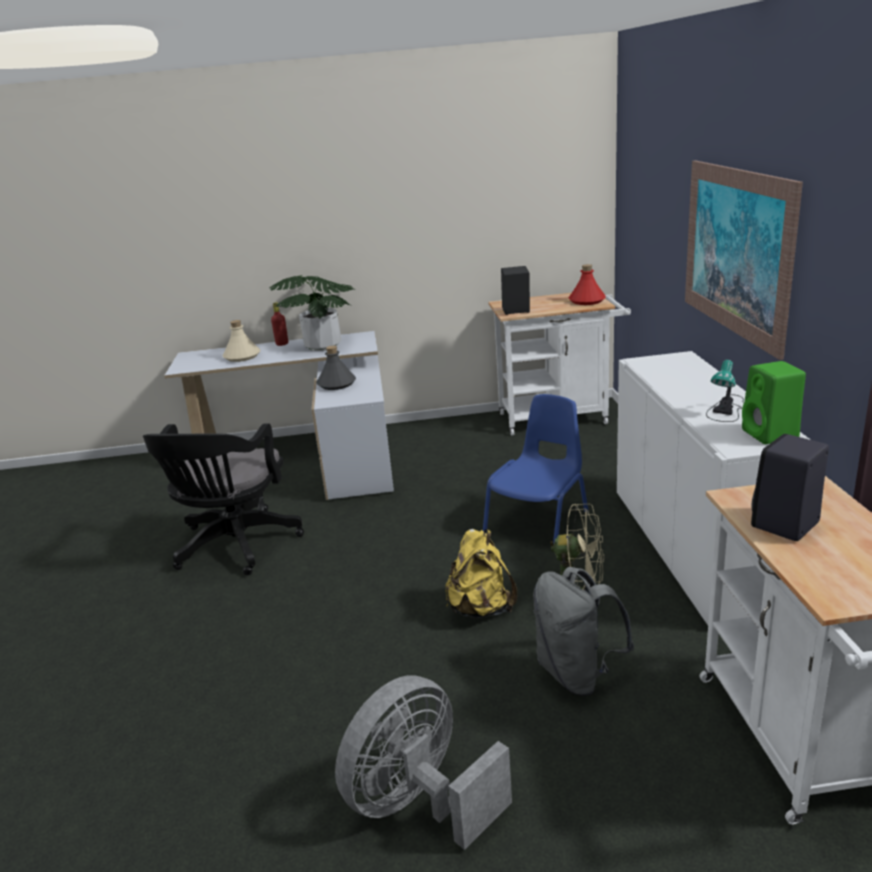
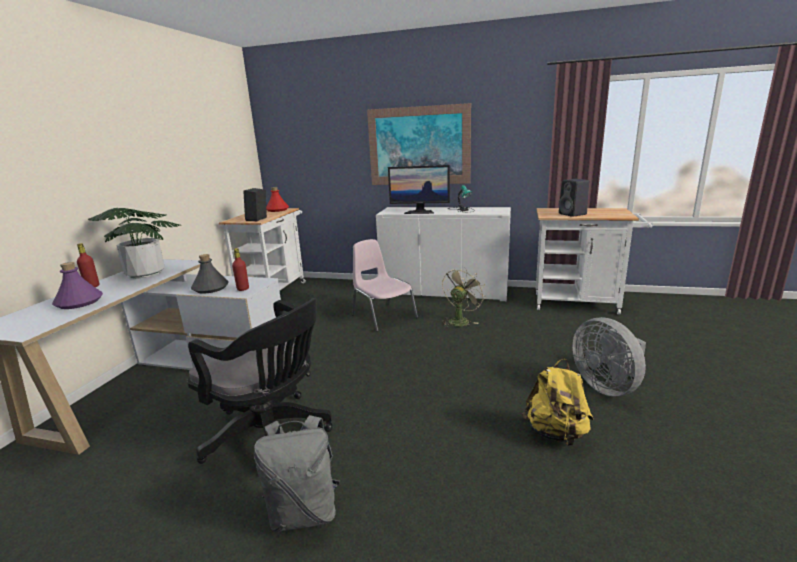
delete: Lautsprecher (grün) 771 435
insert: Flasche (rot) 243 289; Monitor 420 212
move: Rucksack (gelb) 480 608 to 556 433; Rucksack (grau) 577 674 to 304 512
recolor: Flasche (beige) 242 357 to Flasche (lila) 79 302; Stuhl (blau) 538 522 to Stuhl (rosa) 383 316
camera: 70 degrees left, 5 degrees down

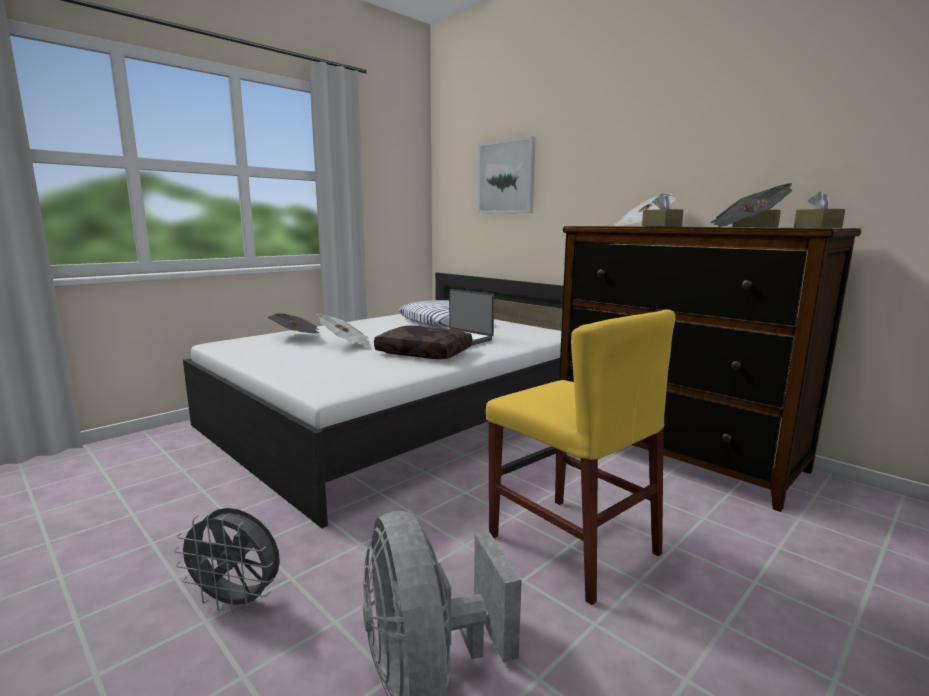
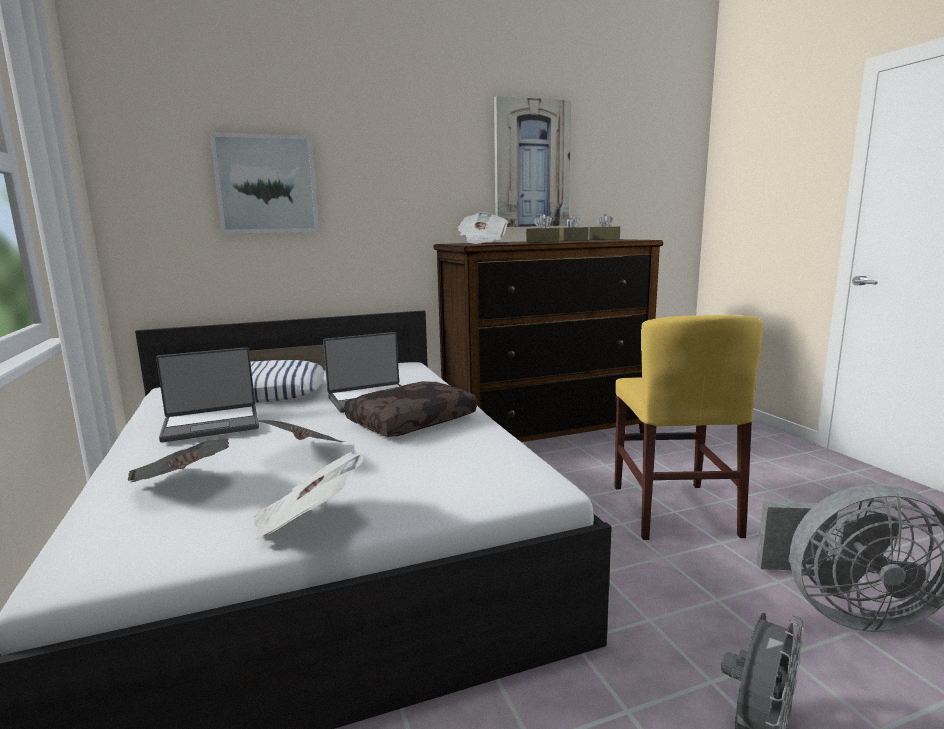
insert: Laptop 211 424; Bild 531 164
move: Zeitung 747 227 to 307 522
rotate: Stuhl (gelb) 572 544 = 673 510 105 degrees clockwise
camera: 65 degrees left, 0 degrees up

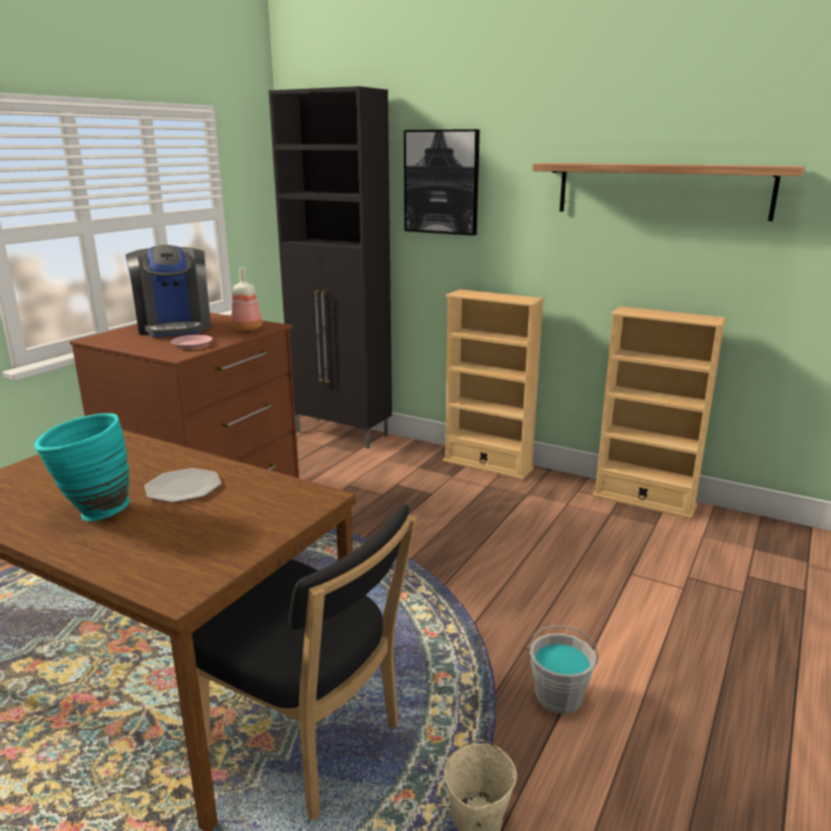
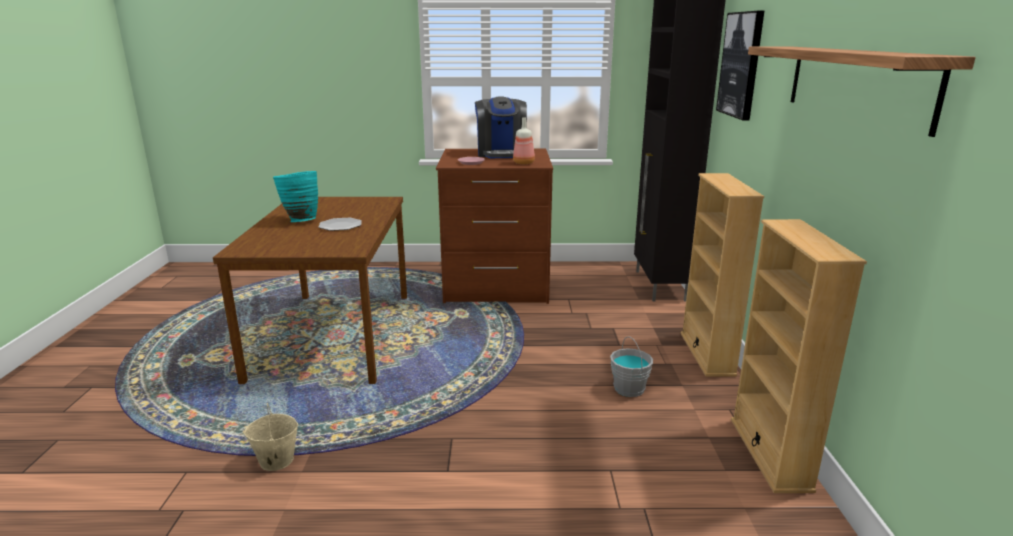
delete: Stuhl (schwarz) 309 743
move: Eimer (grau) 559 696 to 629 388
rotate: Kaffeemaschine 175 327 = 501 153 45 degrees counterclockwise
camera: 60 degrees right, 0 degrees up

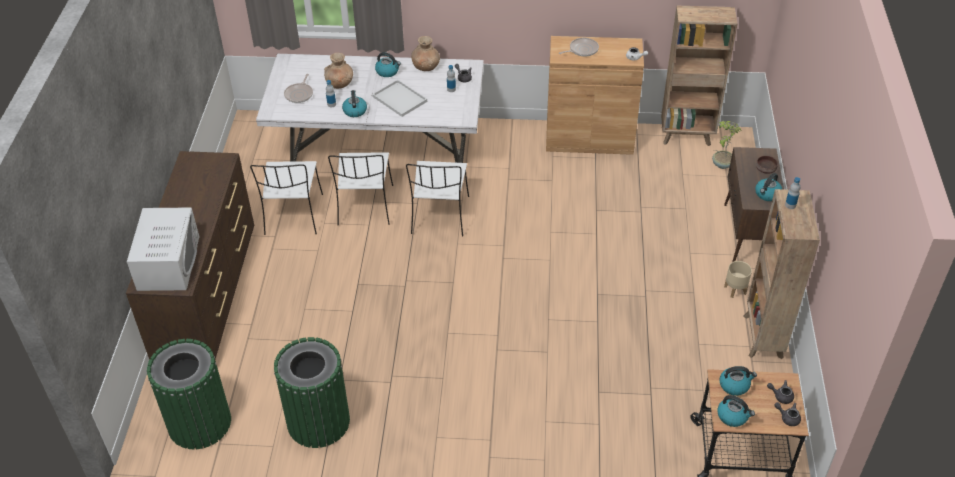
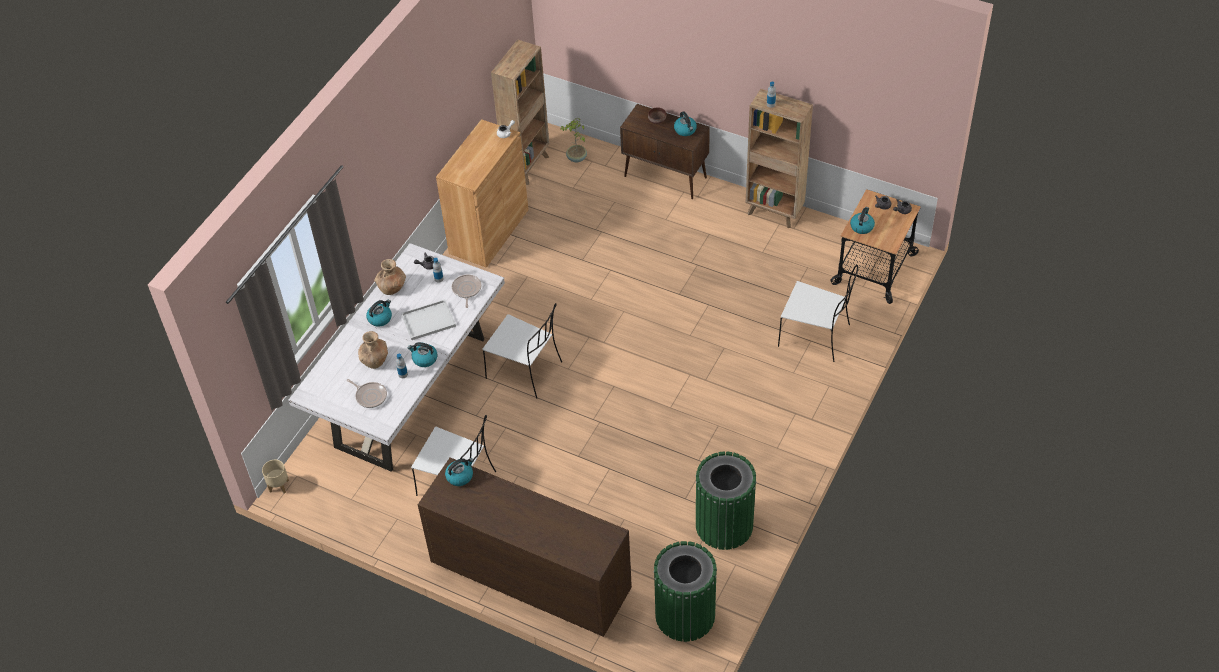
delete: Mikrowelle (weiß) 168 262
move: Stuhl (weiß) 365 206 to 816 336; Pfanne 582 50 to 466 290; Wasserkessel 733 416 to 460 476; Pflanzkübel (beige) 735 290 to 279 486
camera: 65 degrees left, 5 degrees up

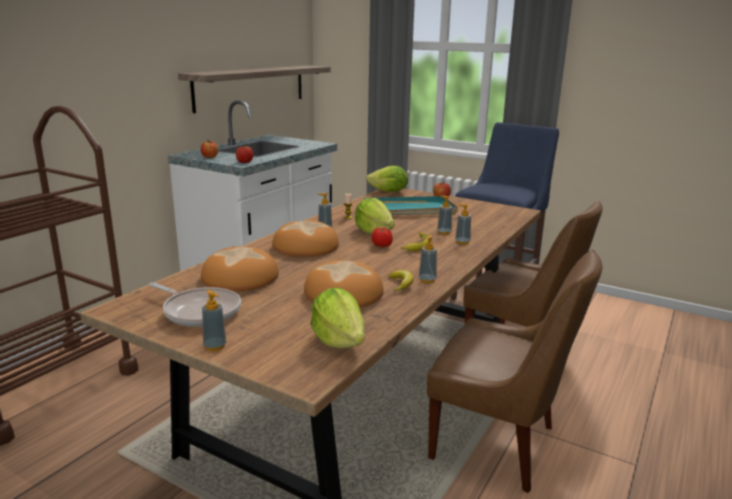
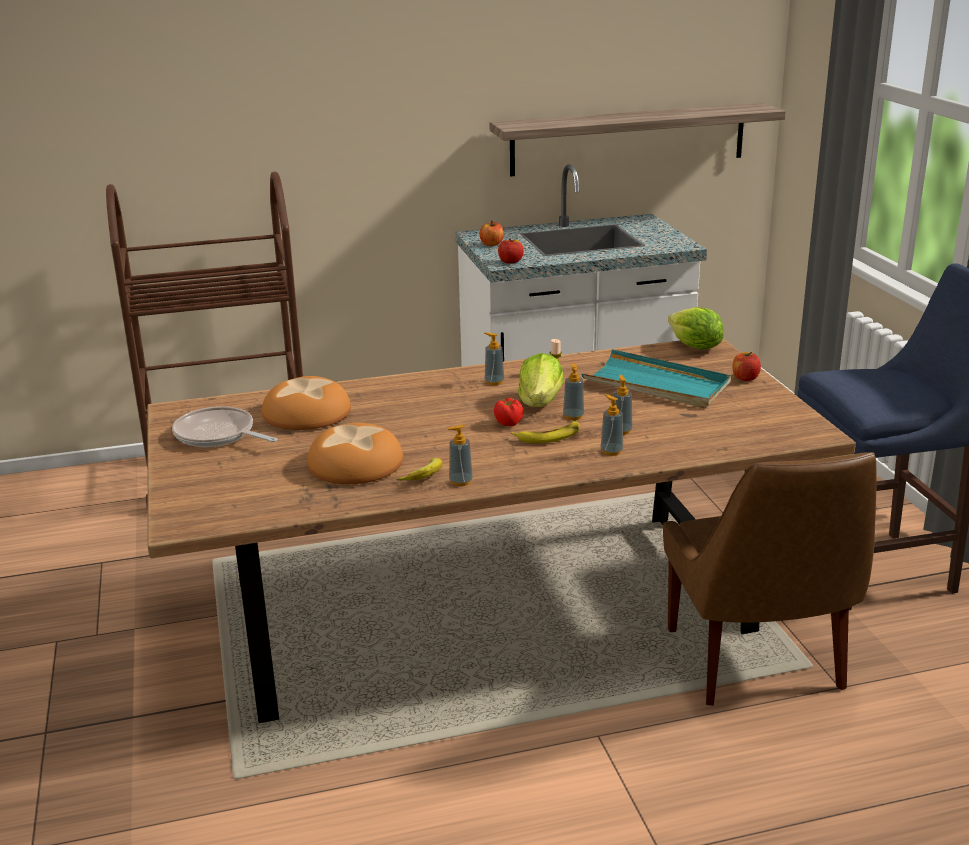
delete: Brot 306 246; Salatkopf 339 341; Stuhl (braun) 498 444
move: Seifenspender 215 346 to 573 416
rotate: Pfanne 199 311 = 218 435 135 degrees clockwise
camera: 45 degrees right, 5 degrees up

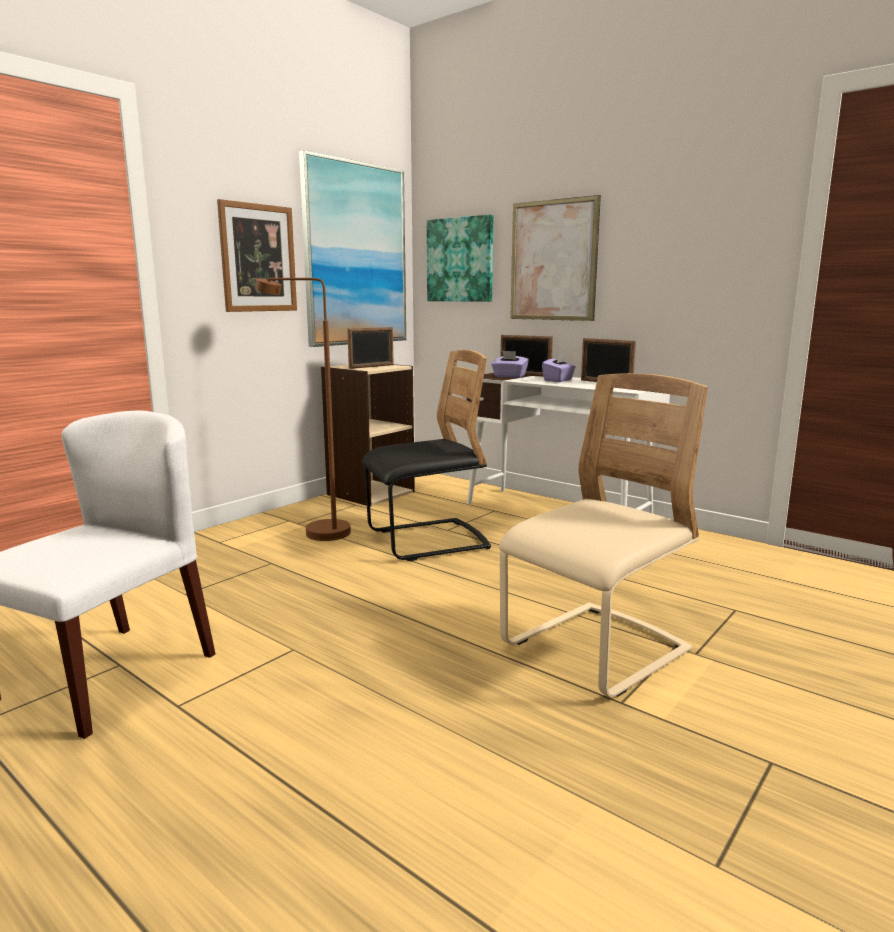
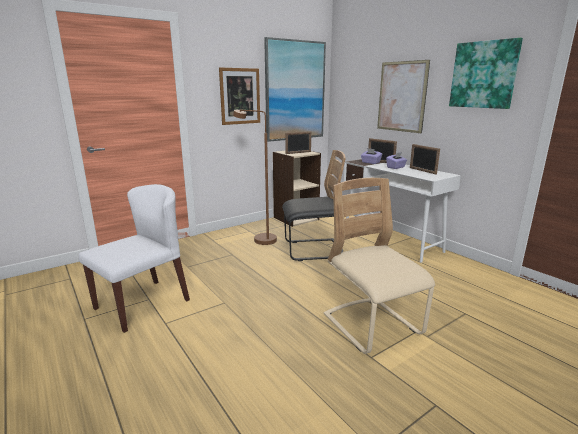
move: Bild 460 260 to 484 75
rotate: Stuhl (beige) 595 650 = 372 326 90 degrees counterclockwise
camera: 15 degrees right, 5 degrees up

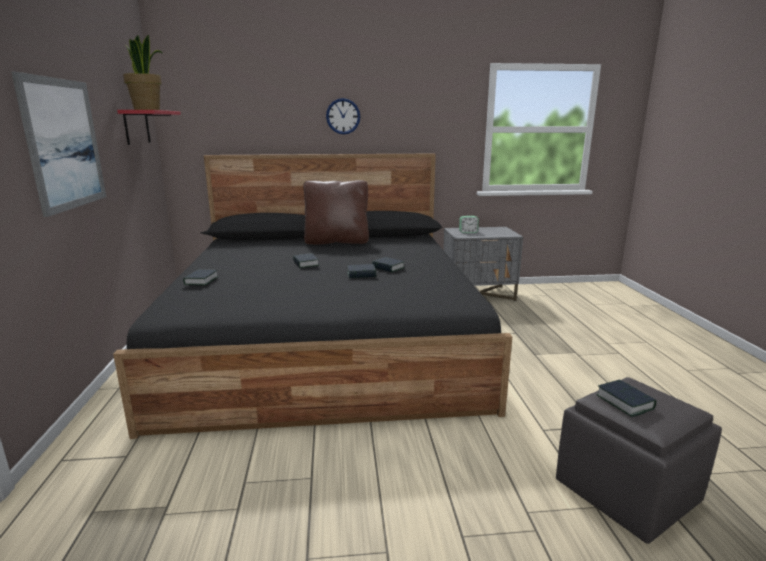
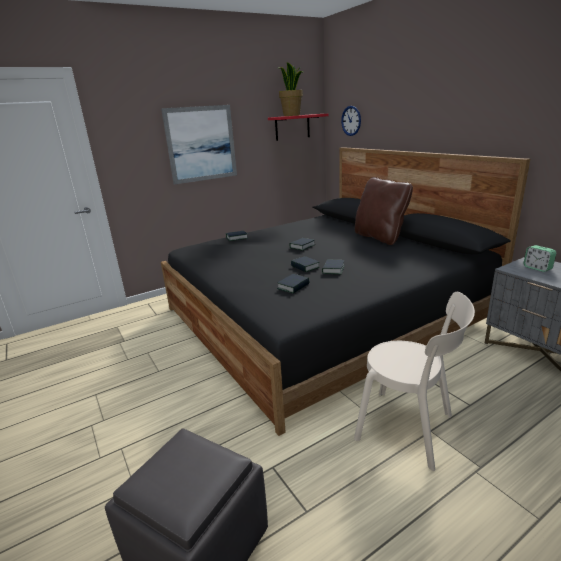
insert: Stuhl (beige) 409 429
move: Wanduhr 343 116 to 351 121; Buch 624 402 to 293 286
camera: 65 degrees right, 5 degrees up

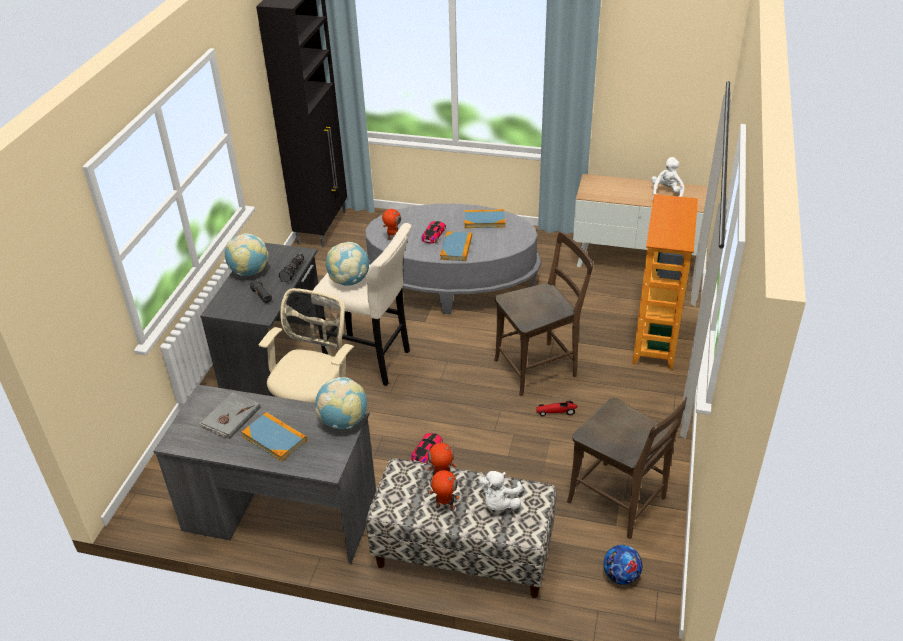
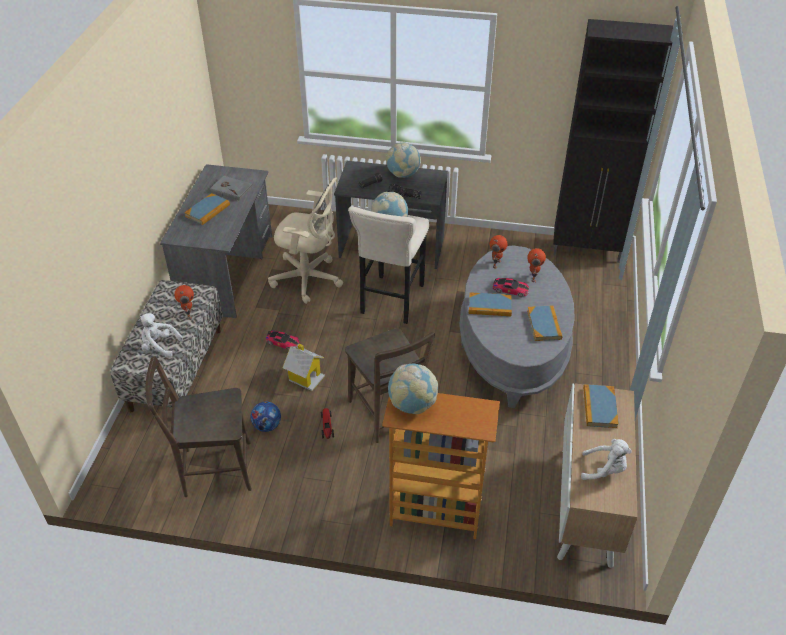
insert: Spielzeughaus 305 377; Buch 599 407
move: Globus 343 421 to 412 404; Spielzeugroboter 444 508 to 533 277; Fußball 621 576 to 267 426
rotate: Stuhl (braun) 621 503 = 212 469 45 degrees clockwise
camera: 85 degrees right, 5 degrees up

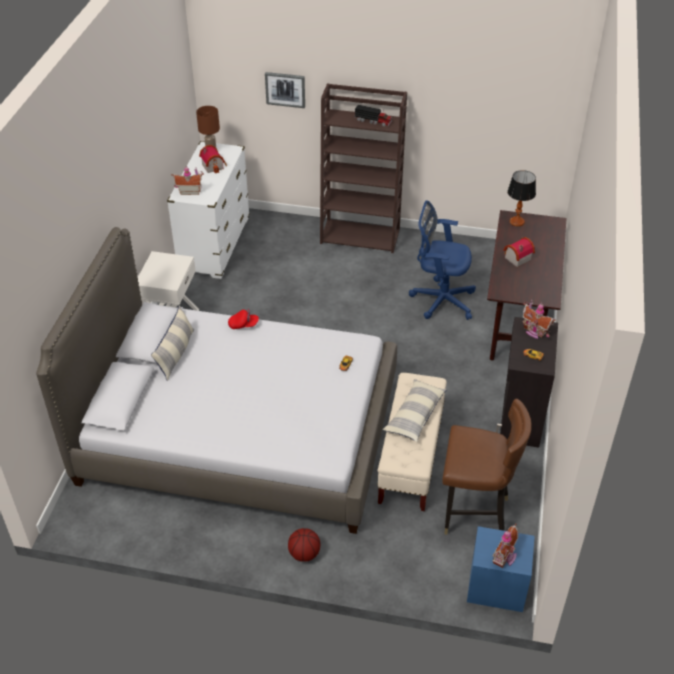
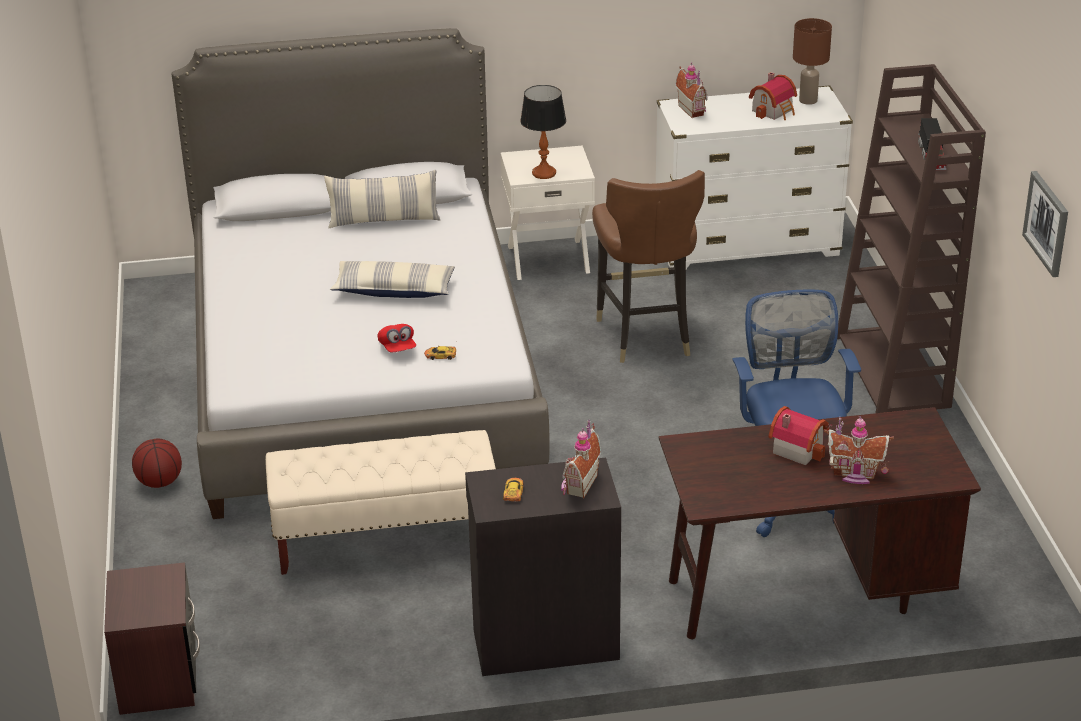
move: Kappe (rot) 243 325 to 397 348; Bild 285 89 to 1047 223; Kissen 414 415 to 394 290; Stuhl (braun) 474 513 to 645 335; Spielzeughaus 505 557 to 855 474; Tischlampe 517 222 to 544 173
recolor: Nachttisch (blau) 496 587 to Nachttisch (braun) 158 678
camera: 70 degrees right, 10 degrees down

